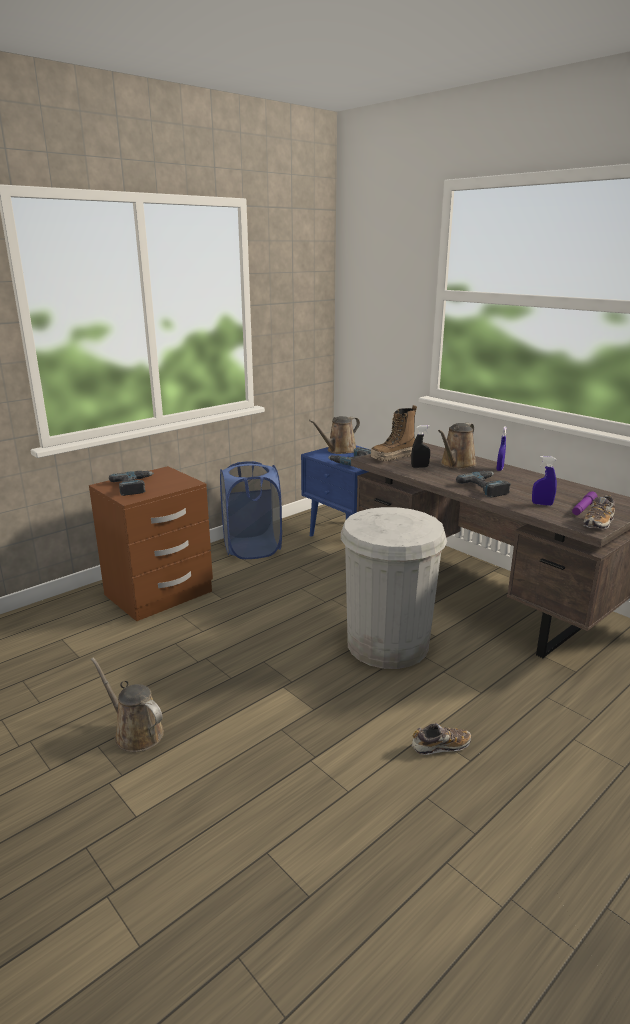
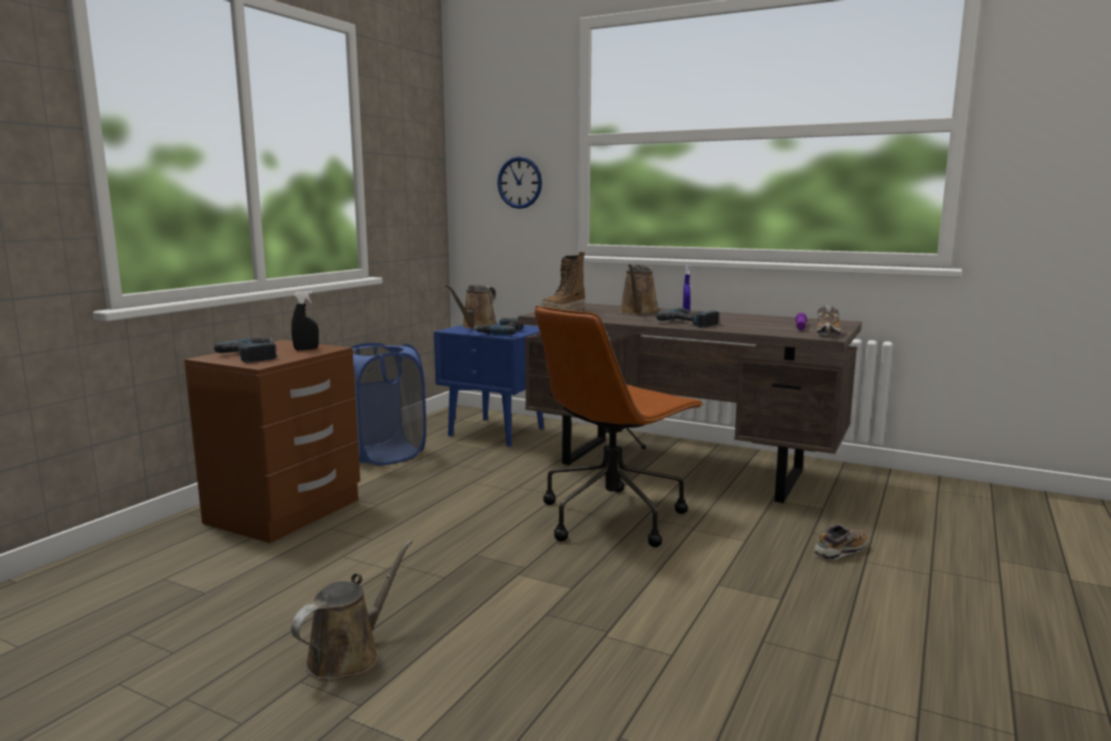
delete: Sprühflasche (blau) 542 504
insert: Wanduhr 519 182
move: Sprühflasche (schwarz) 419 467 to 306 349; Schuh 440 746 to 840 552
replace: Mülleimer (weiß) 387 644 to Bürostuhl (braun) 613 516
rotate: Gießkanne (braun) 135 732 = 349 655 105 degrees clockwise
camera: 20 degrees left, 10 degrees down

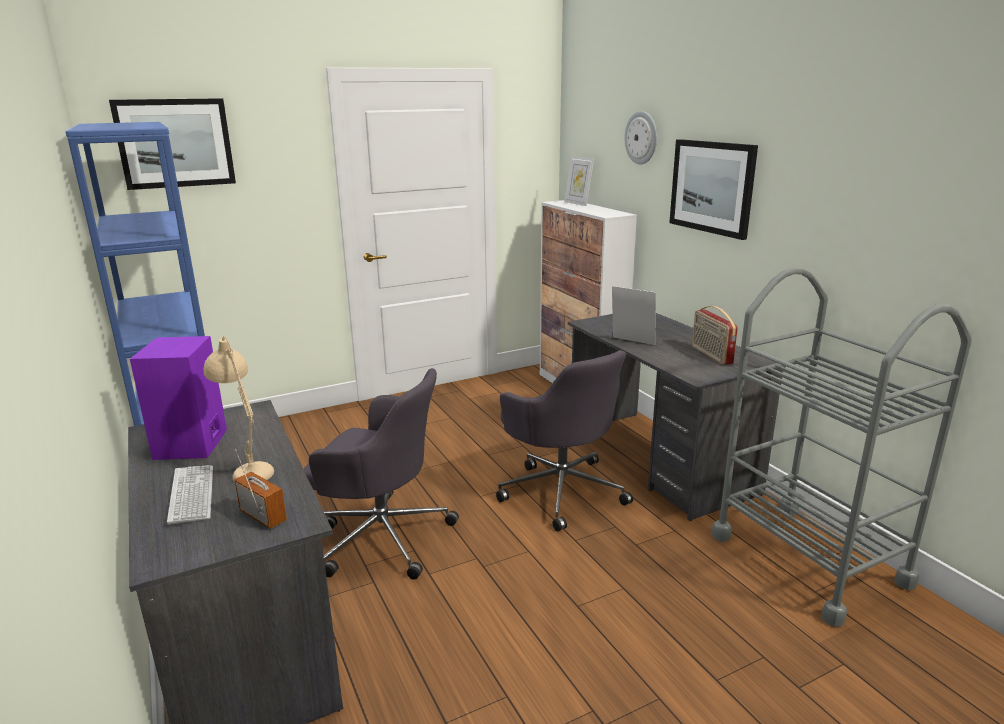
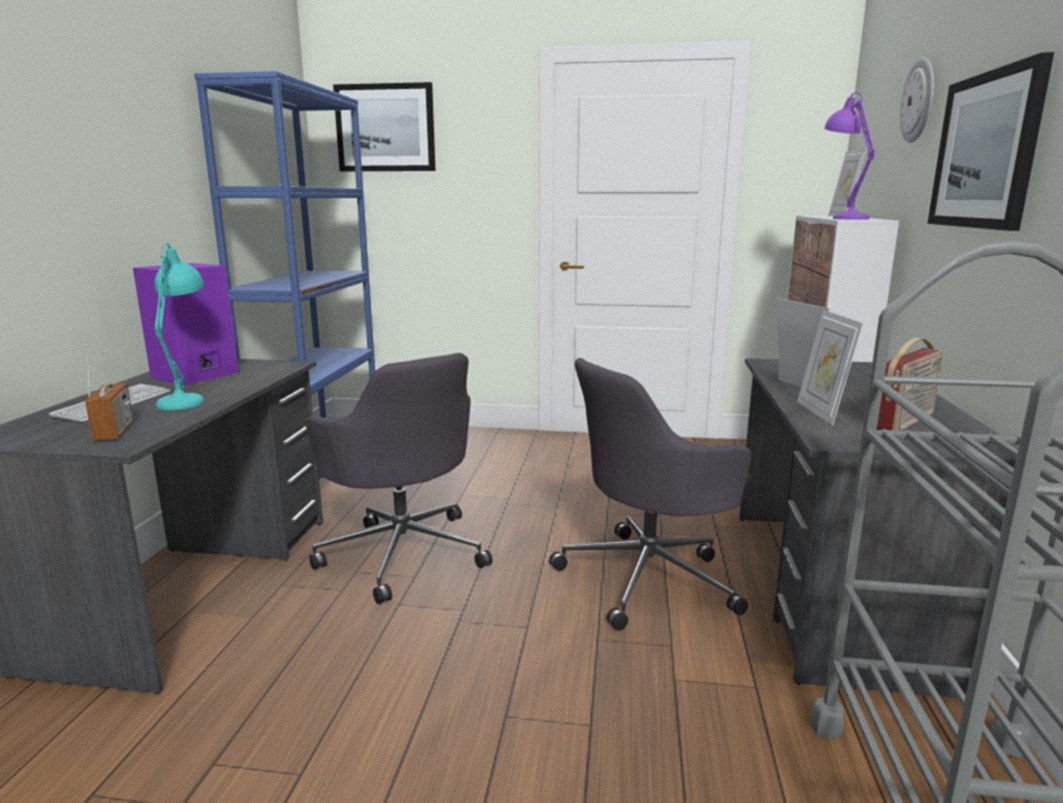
insert: Bilderrahmen 821 412; Tischlampe (lila) 841 218
recolor: Tischlampe (beige) 248 468 to Tischlampe (türkis) 189 398
rotate: Bürostuhl (grau) 561 490 = 650 577 60 degrees clockwise; Radio 711 355 = 906 422 150 degrees counterclockwise
camera: 35 degrees right, 5 degrees down

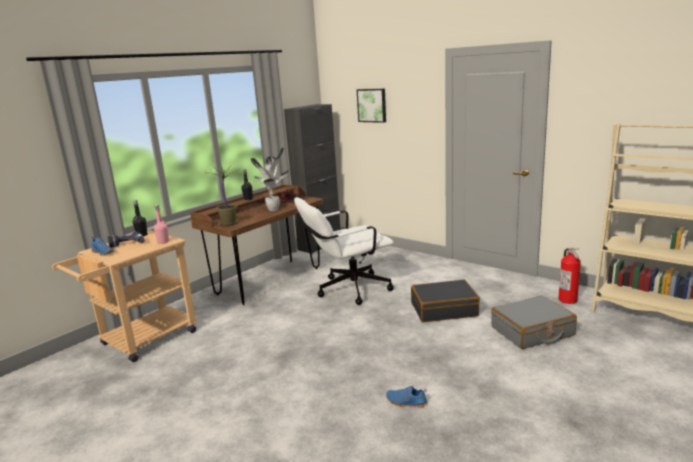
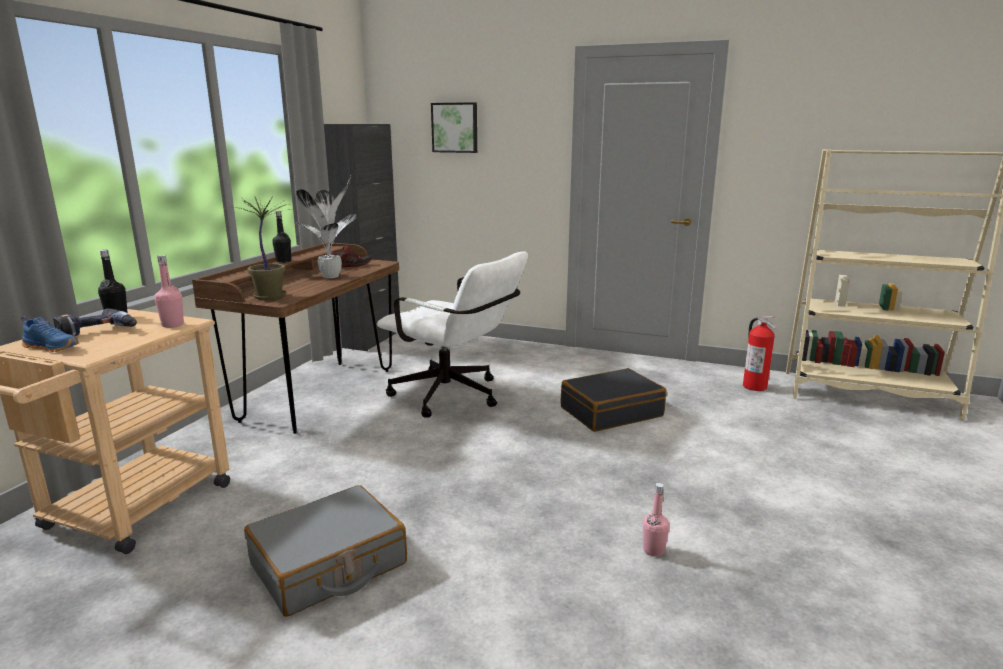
move: Koffer (grau) 532 331 to 329 565
replace: Schuh (blau) 406 403 to Flasche (rosa) 653 550
rotate: Bürostuhl (weiß) 347 290 = 454 397 105 degrees counterclockwise
camera: 20 degrees left, 0 degrees up

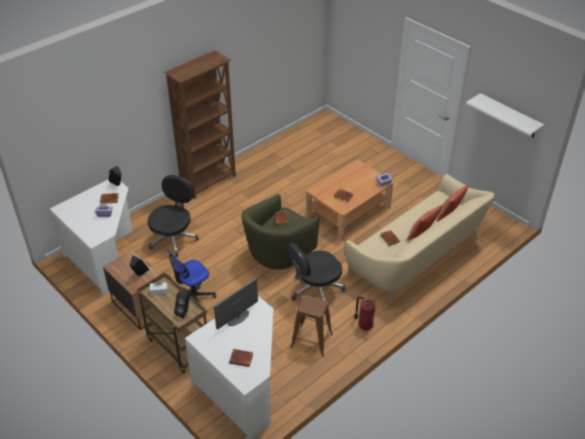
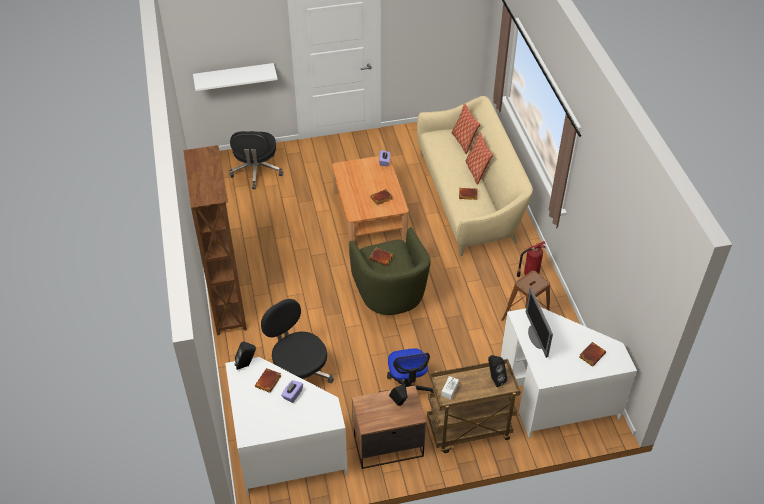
move: Bürostuhl (schwarz) 315 290 to 256 171; Wandregal (weiß) 509 116 to 234 76
camera: 60 degrees left, 5 degrees up

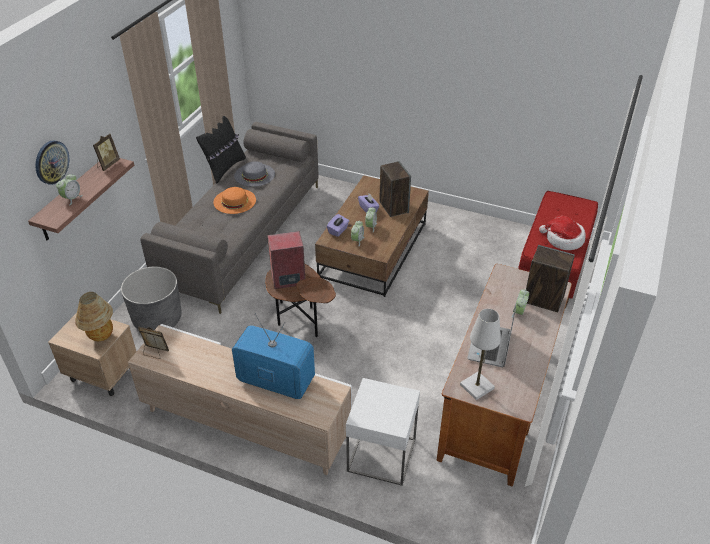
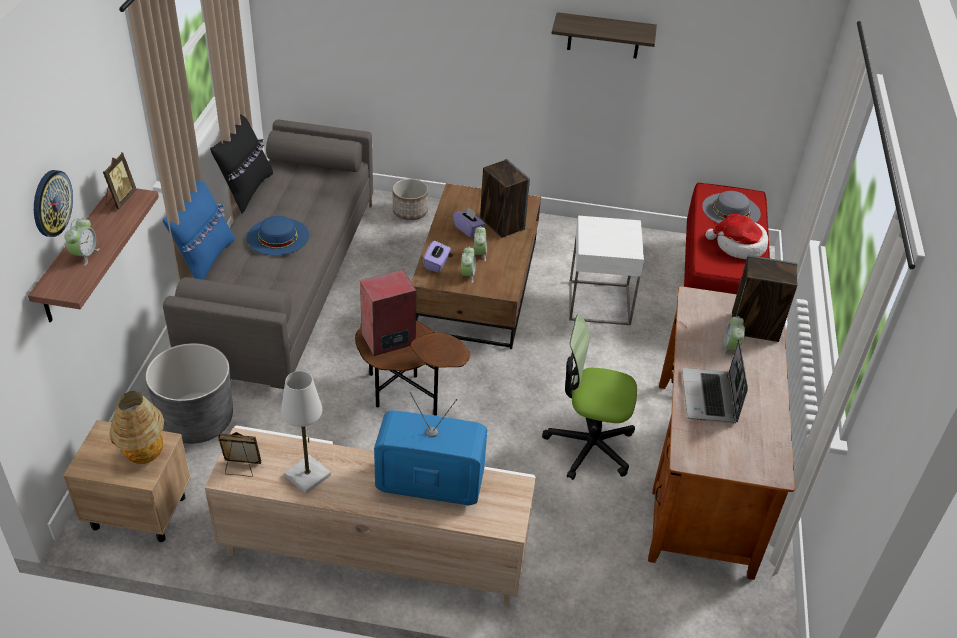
insert: Kissen (blau) 205 260; Pflanzkübel 410 212; Bürostuhl 589 446; Wandregal 604 36
move: Hut (grau) 254 175 to 731 210; Beistelltisch (weiß) 381 455 to 599 302; Tischlampe (weiß) 477 386 to 307 475
recolor: Hut (orange) 234 201 to Hut (blau) 278 236
camera: 15 degrees left, 0 degrees up

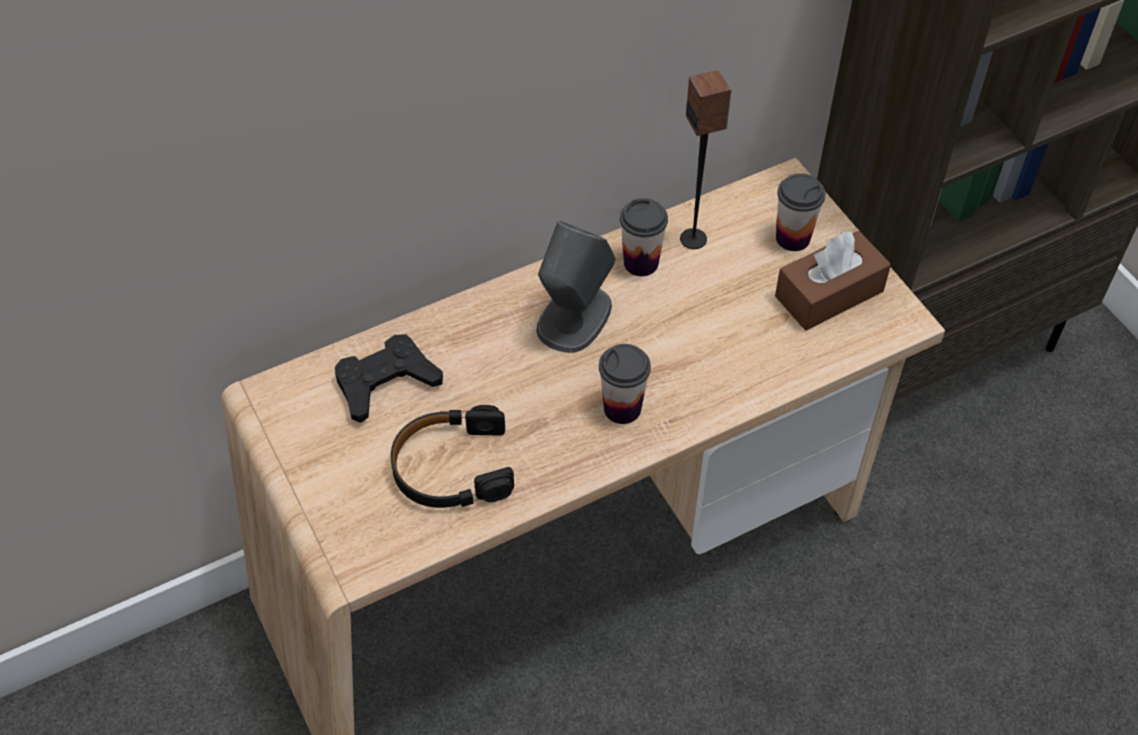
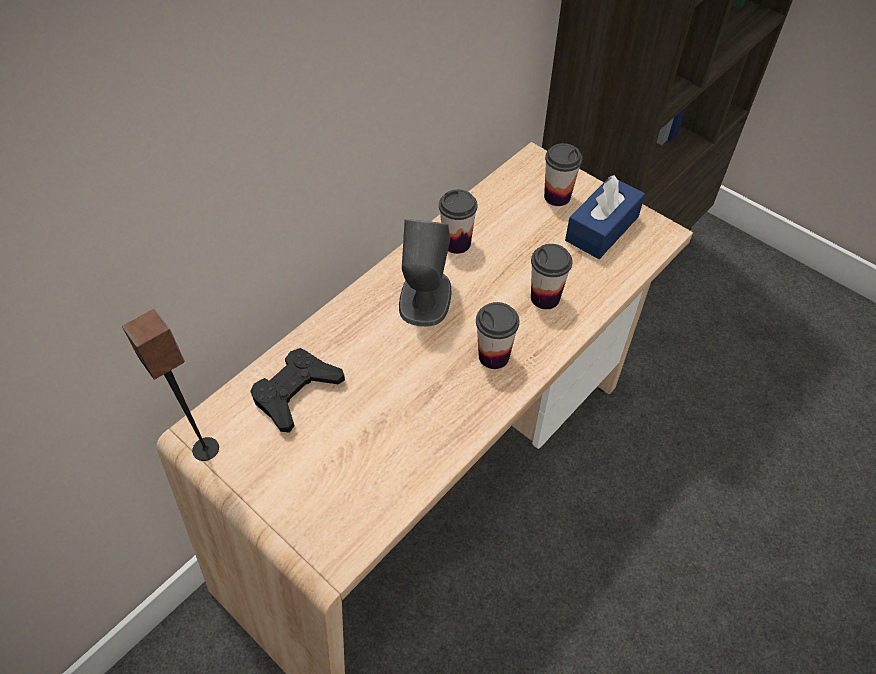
delete: Kopfhörer (schwarz) 452 468
insert: Tasse 545 298
move: Lautsprecher 694 239 to 206 449
recolor: Taschentuchbox (braun) 829 294 to Taschentuchbox (blau) 602 228
camera: 20 degrees left, 0 degrees up

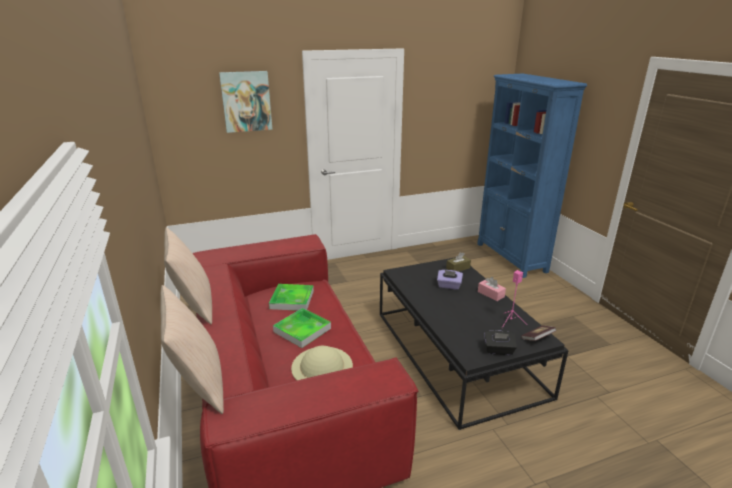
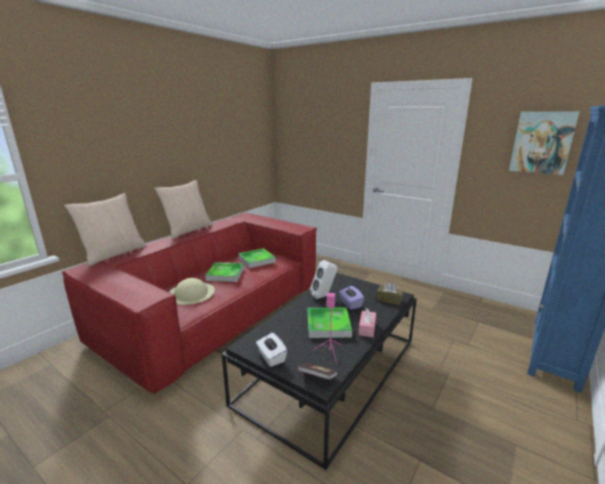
insert: Tablett 328 325; Lautsprecher (weiß) 324 296
move: Bild 246 101 to 542 142
recolor: Taschentuchbox (schwarz) 498 350 to Taschentuchbox (weiß) 271 357
camera: 55 degrees right, 5 degrees down

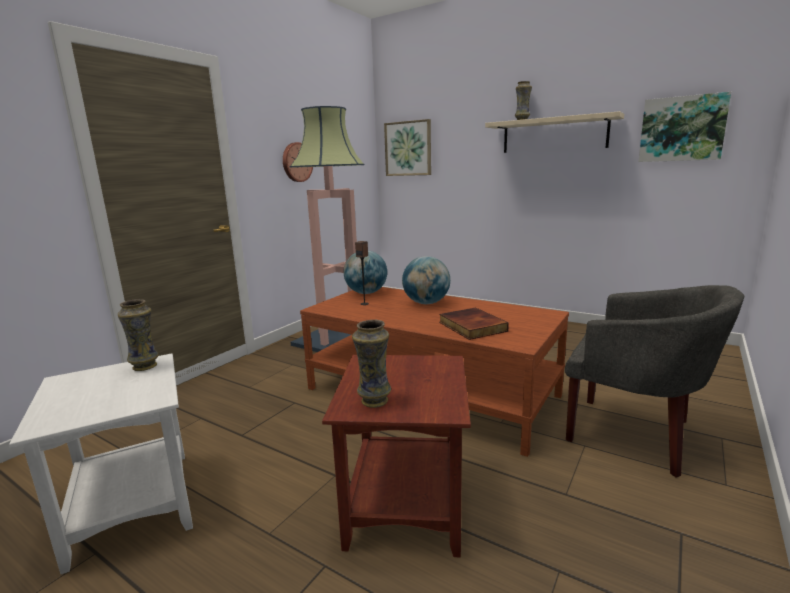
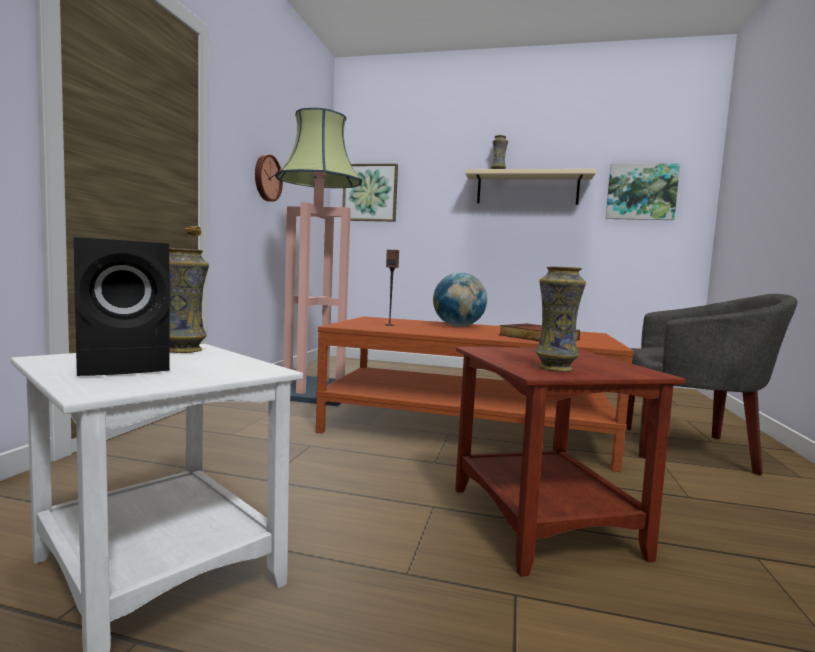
delete: Globus 366 293
insert: Lautsprecher (schwarz) 127 366
camera: 20 degrees left, 10 degrees down

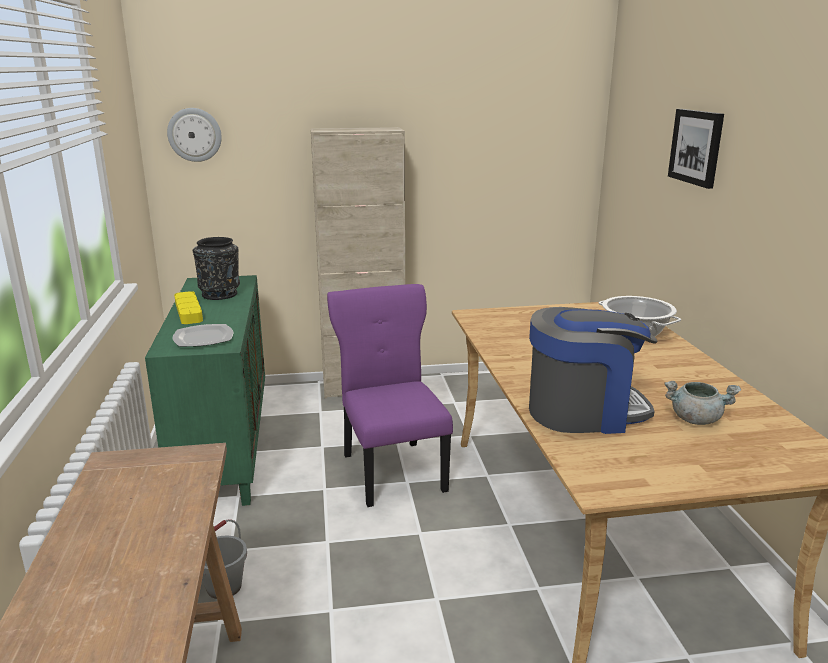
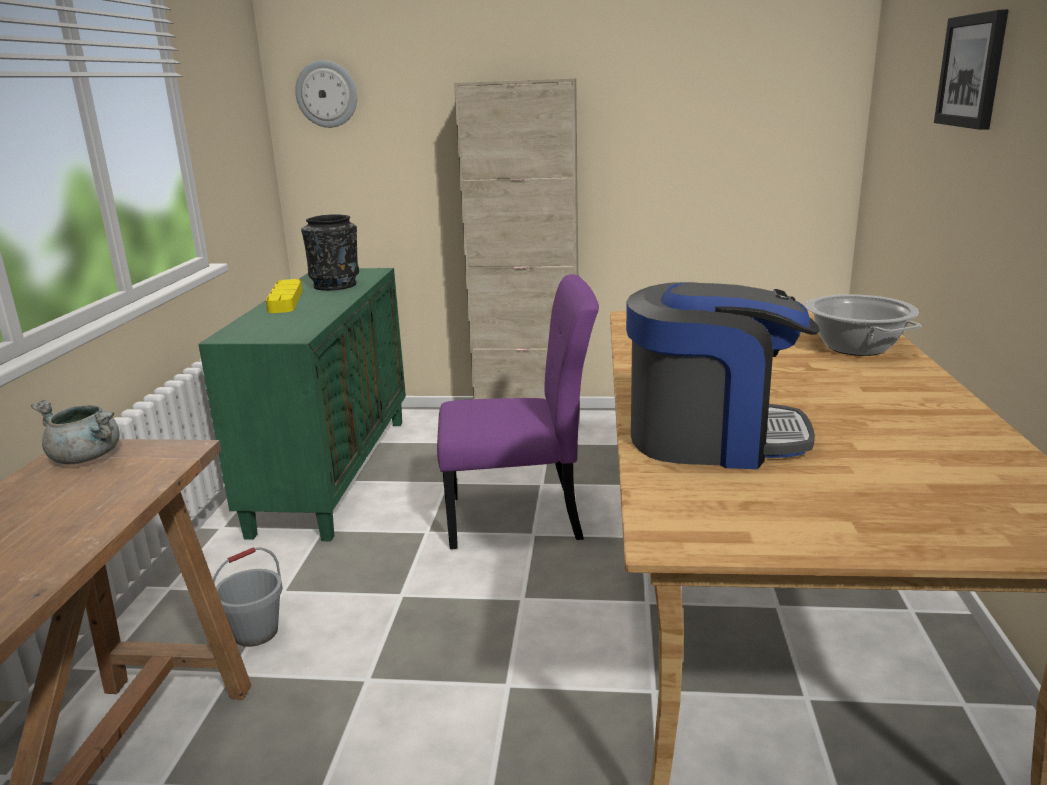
delete: Teller 203 338
move: Kochtopf (grau) 696 419 to 87 458
rotate: Stuhl (lila) 392 470 = 521 518 90 degrees clockwise
camera: 15 degrees right, 0 degrees up

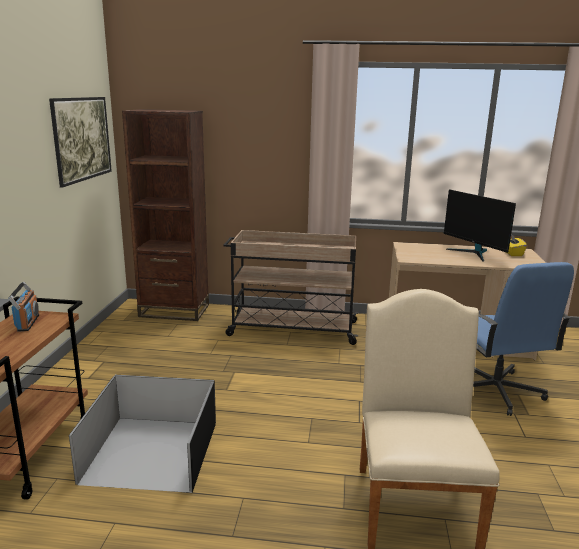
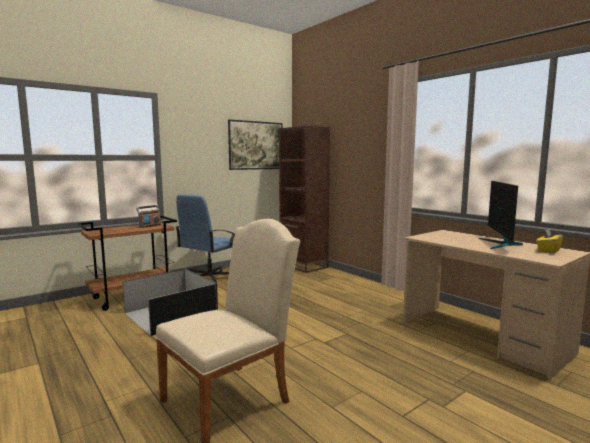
delete: Rollwagen (beige) 291 329
move: Bürostuhl (blau) 496 391 to 209 279
camera: 45 degrees right, 10 degrees down

